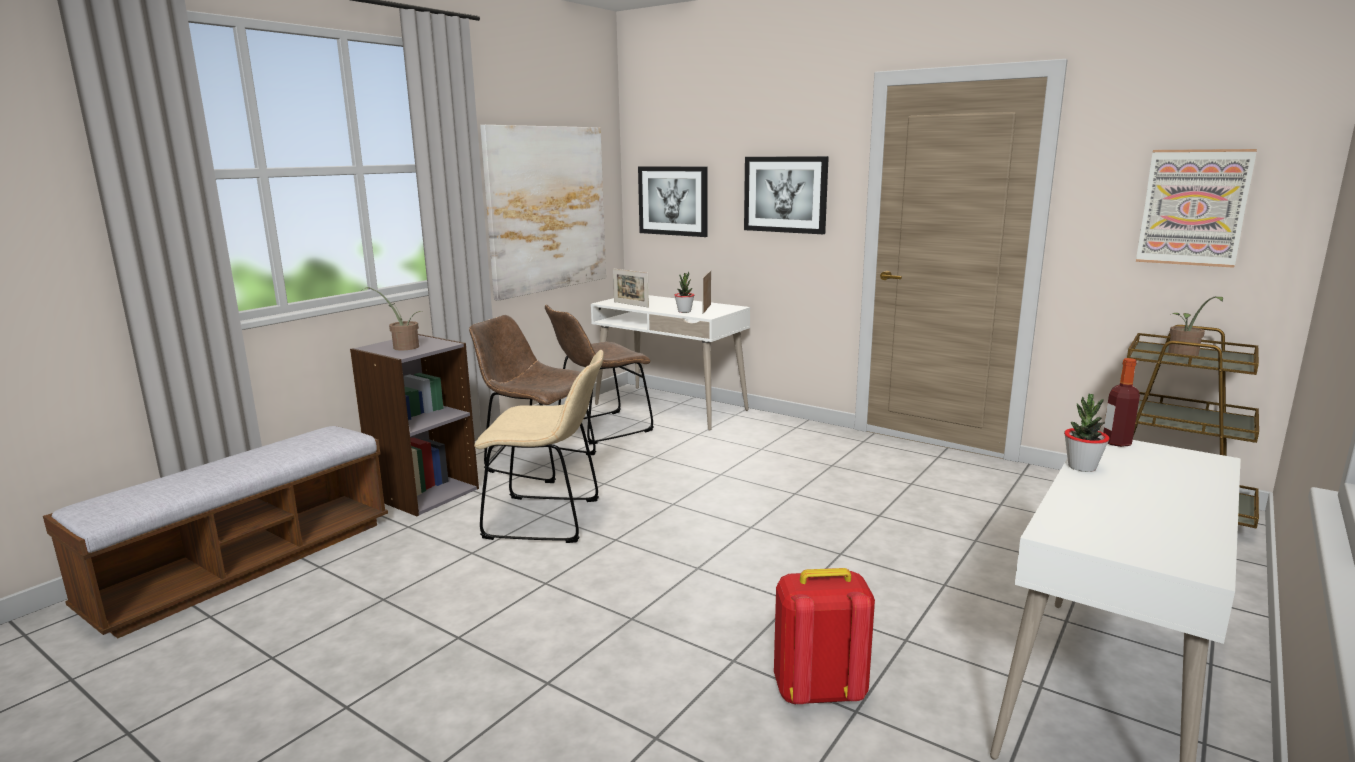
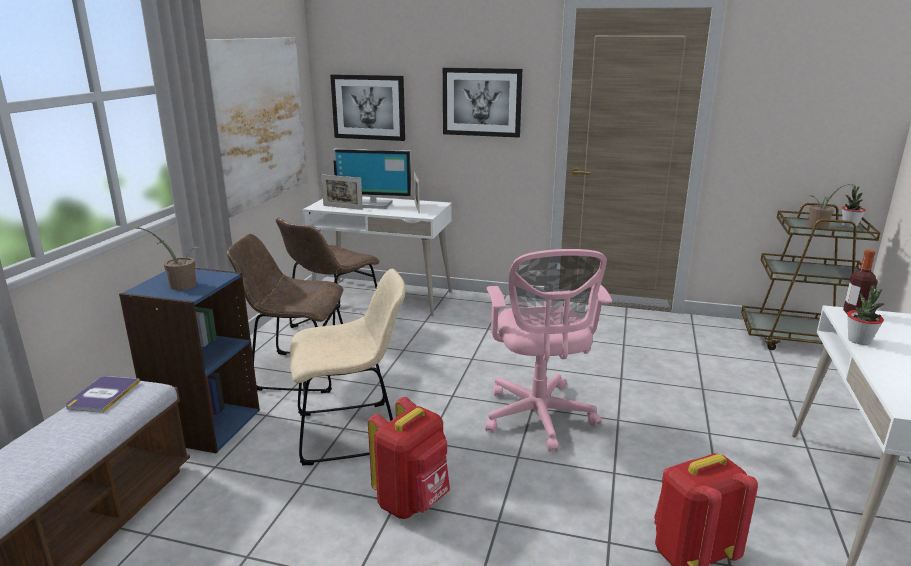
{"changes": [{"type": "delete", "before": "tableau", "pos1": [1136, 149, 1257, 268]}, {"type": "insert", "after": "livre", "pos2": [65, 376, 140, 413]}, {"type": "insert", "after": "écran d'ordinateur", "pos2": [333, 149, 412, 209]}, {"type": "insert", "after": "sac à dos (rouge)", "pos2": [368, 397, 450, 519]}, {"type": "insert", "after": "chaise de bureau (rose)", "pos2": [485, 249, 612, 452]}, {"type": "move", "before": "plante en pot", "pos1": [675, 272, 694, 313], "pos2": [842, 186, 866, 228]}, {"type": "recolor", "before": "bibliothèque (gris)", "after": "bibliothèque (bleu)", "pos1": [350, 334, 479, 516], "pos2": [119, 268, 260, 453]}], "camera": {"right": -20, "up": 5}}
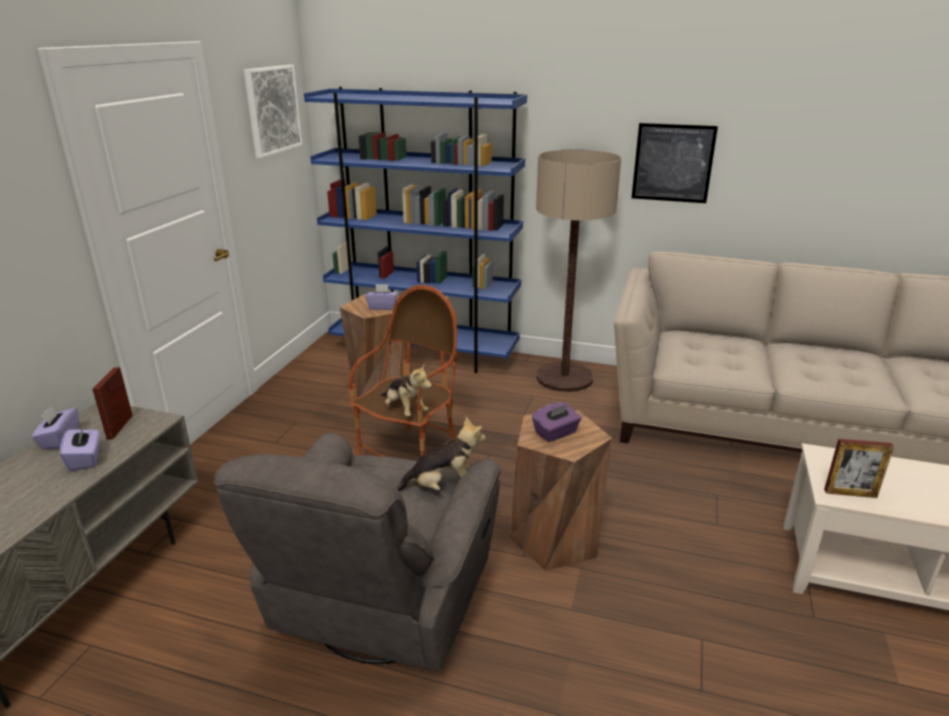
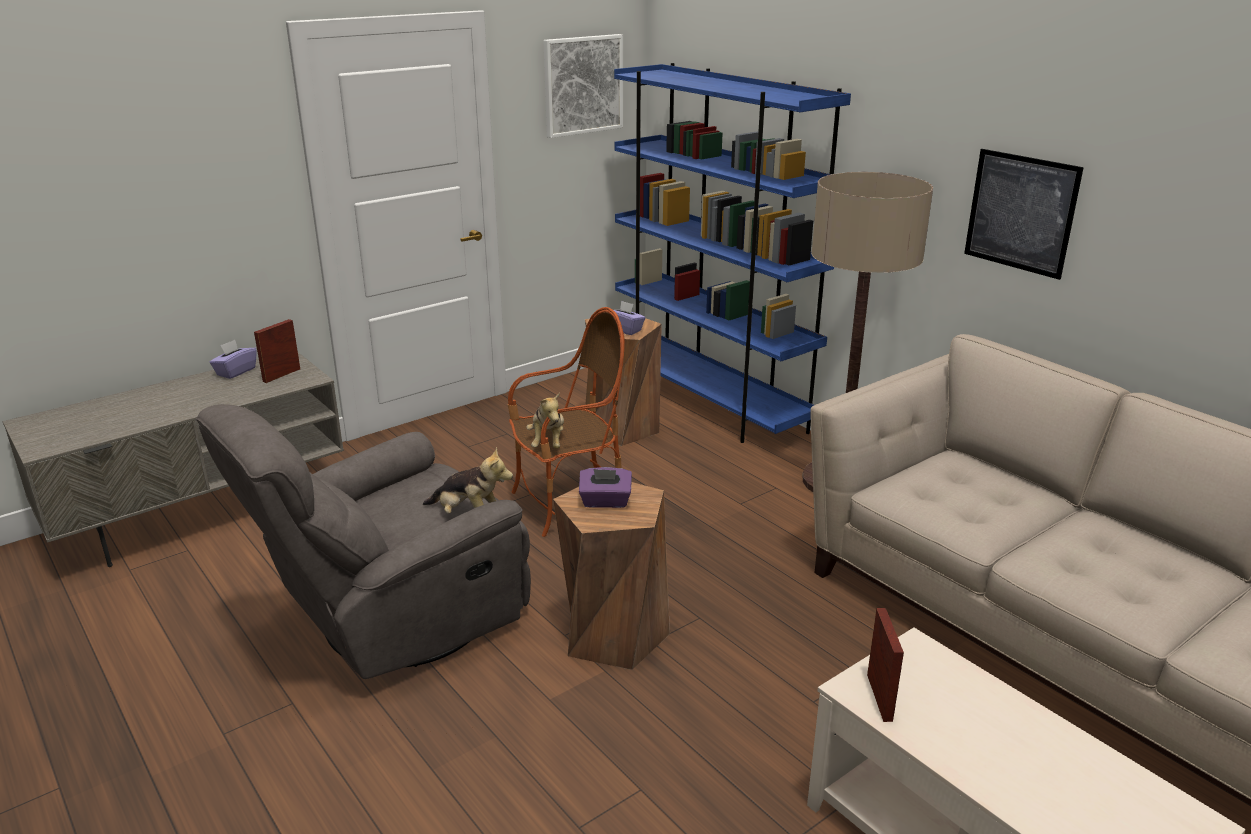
{"changes": [{"type": "delete", "before": "boîte à mouchoirs (violet)", "pos1": [60, 425, 100, 471]}, {"type": "rotate", "before": "cadre photo", "pos1": [824, 439, 894, 498], "pos2": [867, 608, 904, 722], "turn": -135}], "camera": {"right": 35, "up": 0}}
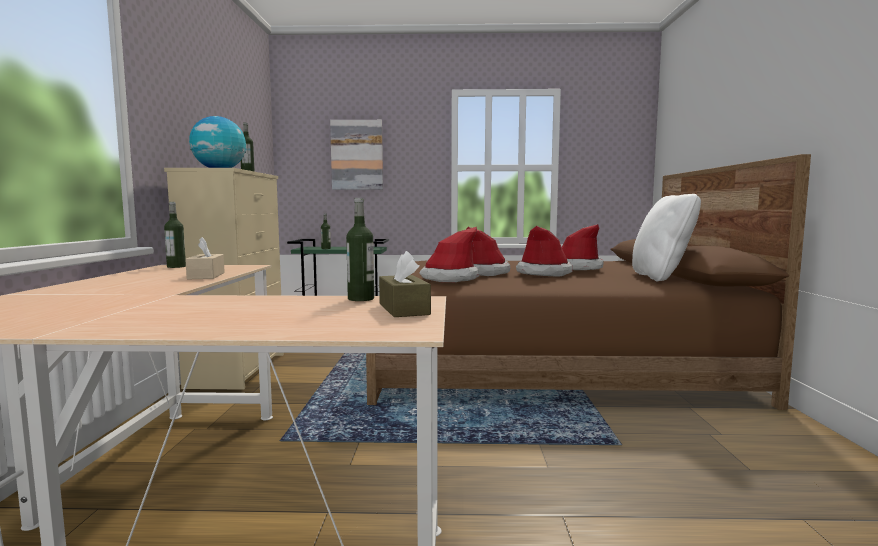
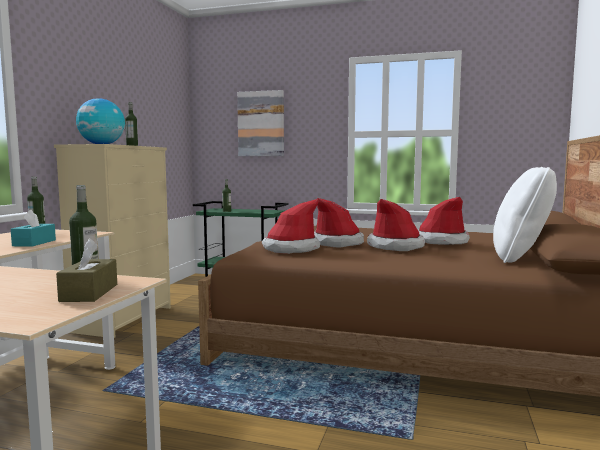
{"changes": [{"type": "recolor", "before": "boîte à mouchoirs (beige)", "after": "boîte à mouchoirs (turquoise)", "pos1": [185, 237, 225, 279], "pos2": [11, 210, 56, 247]}], "camera": {"right": 15, "up": 0}}
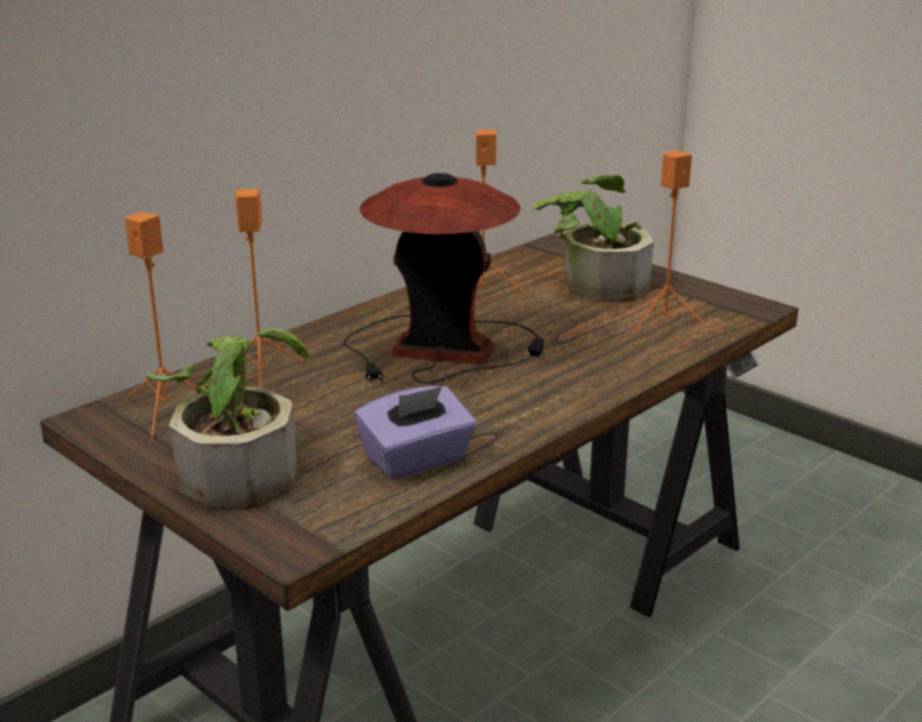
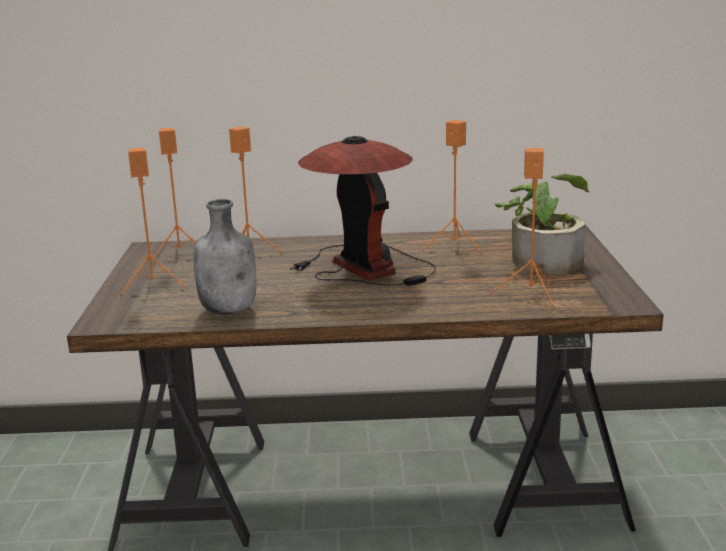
{"changes": [{"type": "replace", "before": "plante en pot", "after": "enceinte (orange)", "pos1": [145, 328, 311, 509], "pos2": [119, 148, 188, 297]}, {"type": "replace", "before": "boîte à mouchoirs (violet)", "after": "bouteille (gris)", "pos1": [354, 386, 477, 480], "pos2": [193, 199, 256, 314]}], "camera": {"right": 45, "up": -5}}
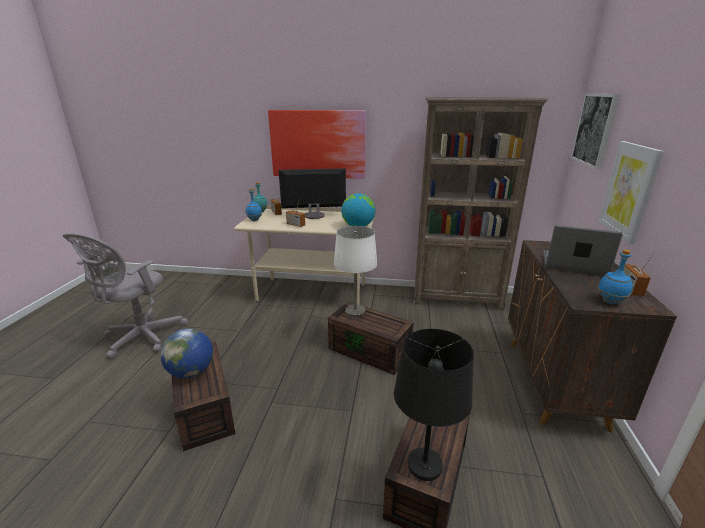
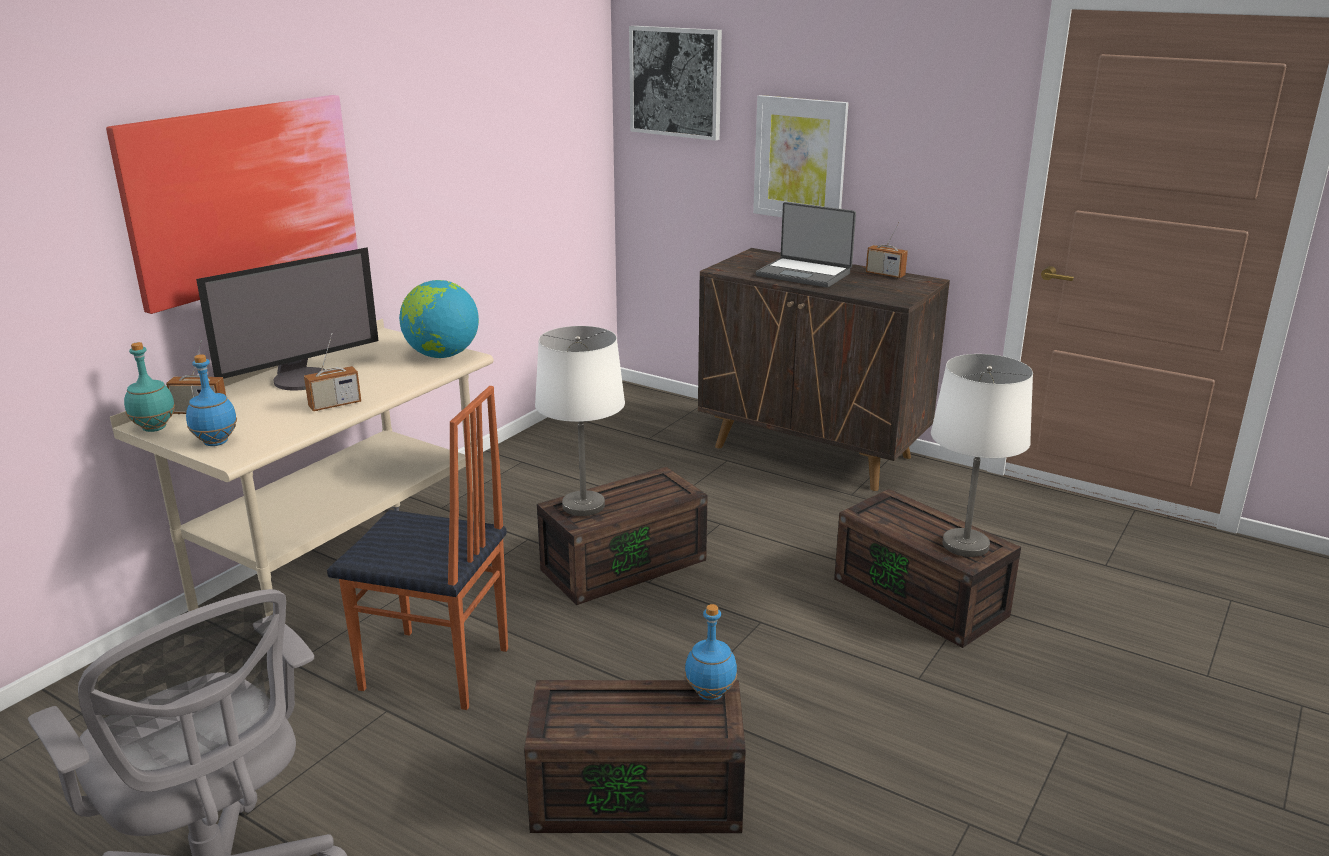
{"changes": [{"type": "delete", "before": "globe", "pos1": [160, 328, 213, 378]}, {"type": "delete", "before": "bibliothèque (marron)", "pos1": [415, 97, 548, 311]}, {"type": "insert", "after": "chaise", "pos2": [327, 386, 508, 710]}, {"type": "move", "before": "bouteille (bleu)", "pos1": [598, 249, 633, 304], "pos2": [685, 604, 737, 701]}, {"type": "recolor", "before": "lampe de table (noir)", "after": "lampe de table (blanc)", "pos1": [394, 329, 474, 481], "pos2": [931, 354, 1033, 557]}, {"type": "rotate", "before": "écran d'ordinateur", "pos1": [278, 168, 346, 219], "pos2": [196, 247, 379, 391], "turn": -150}, {"type": "rotate", "before": "ordinateur portable", "pos1": [543, 225, 623, 276], "pos2": [756, 202, 856, 287], "turn": -105}], "camera": {"right": -65, "up": 0}}
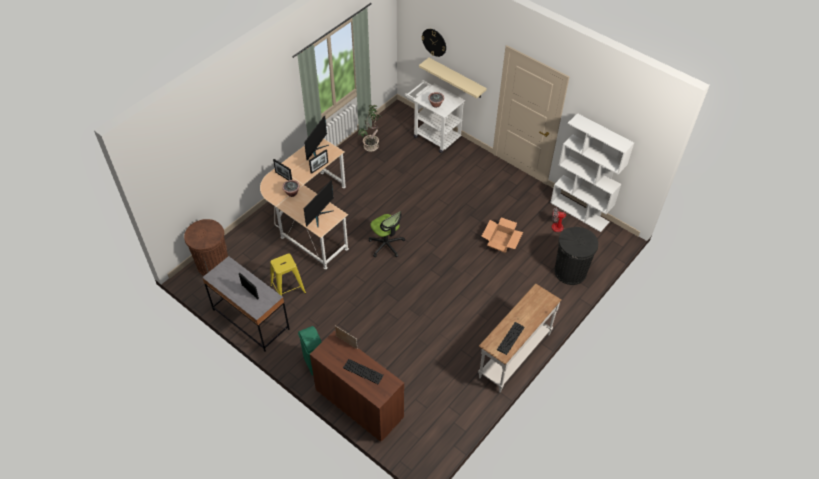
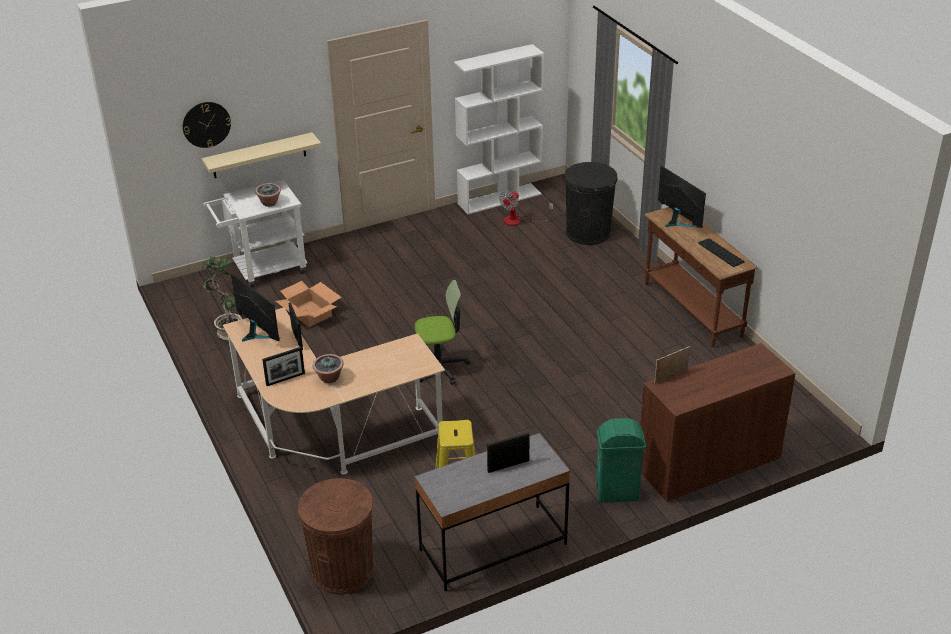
{"changes": [{"type": "delete", "before": "clavier", "pos1": [343, 359, 384, 384]}, {"type": "move", "before": "écran d'ordinateur", "pos1": [304, 180, 334, 228], "pos2": [658, 166, 706, 228]}, {"type": "move", "before": "carton", "pos1": [482, 217, 523, 253], "pos2": [276, 281, 341, 327]}, {"type": "recolor", "before": "table console (blanc)", "after": "table console (marron)", "pos1": [478, 283, 561, 393], "pos2": [644, 207, 758, 348]}], "camera": {"right": -65, "up": -15}}
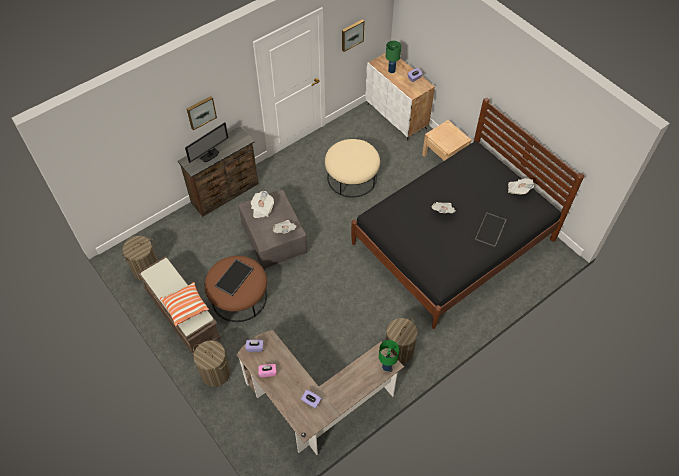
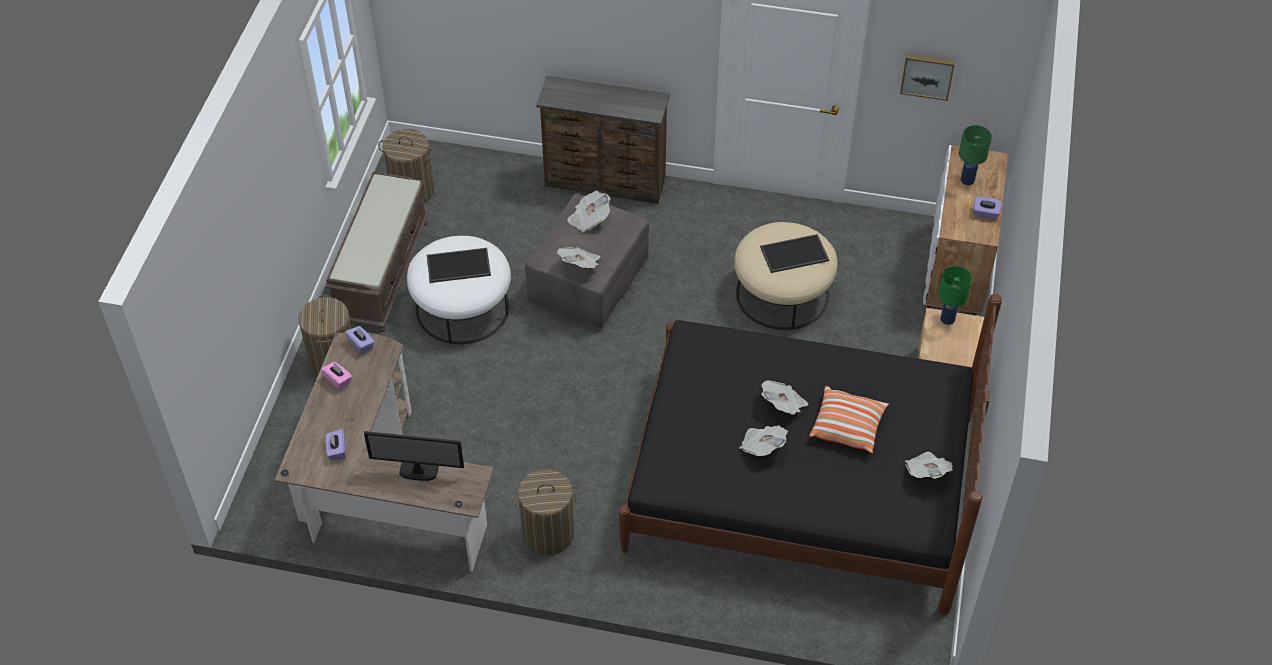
{"changes": [{"type": "delete", "before": "tableau", "pos1": [187, 96, 217, 130]}, {"type": "insert", "after": "journal", "pos2": [739, 425, 788, 456]}, {"type": "move", "before": "coussin", "pos1": [160, 282, 209, 326], "pos2": [809, 386, 889, 453]}, {"type": "move", "before": "écran d'ordinateur", "pos1": [185, 122, 228, 163], "pos2": [364, 431, 464, 481]}, {"type": "move", "before": "lampe de table (vert)", "pos1": [379, 340, 399, 371], "pos2": [938, 266, 972, 325]}, {"type": "move", "before": "plateau", "pos1": [475, 212, 507, 247], "pos2": [760, 234, 829, 273]}, {"type": "recolor", "before": "pouf (marron)", "after": "pouf (blanc)", "pos1": [205, 256, 267, 322], "pos2": [407, 236, 511, 344]}], "camera": {"right": 50, "up": -5}}
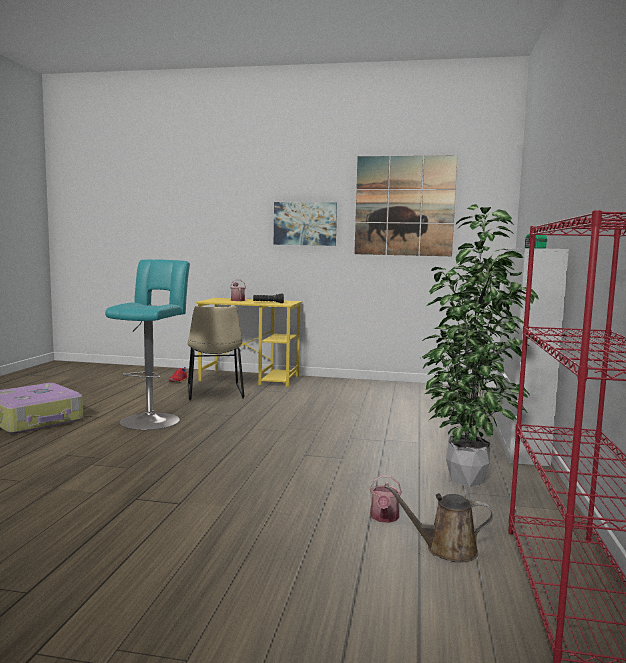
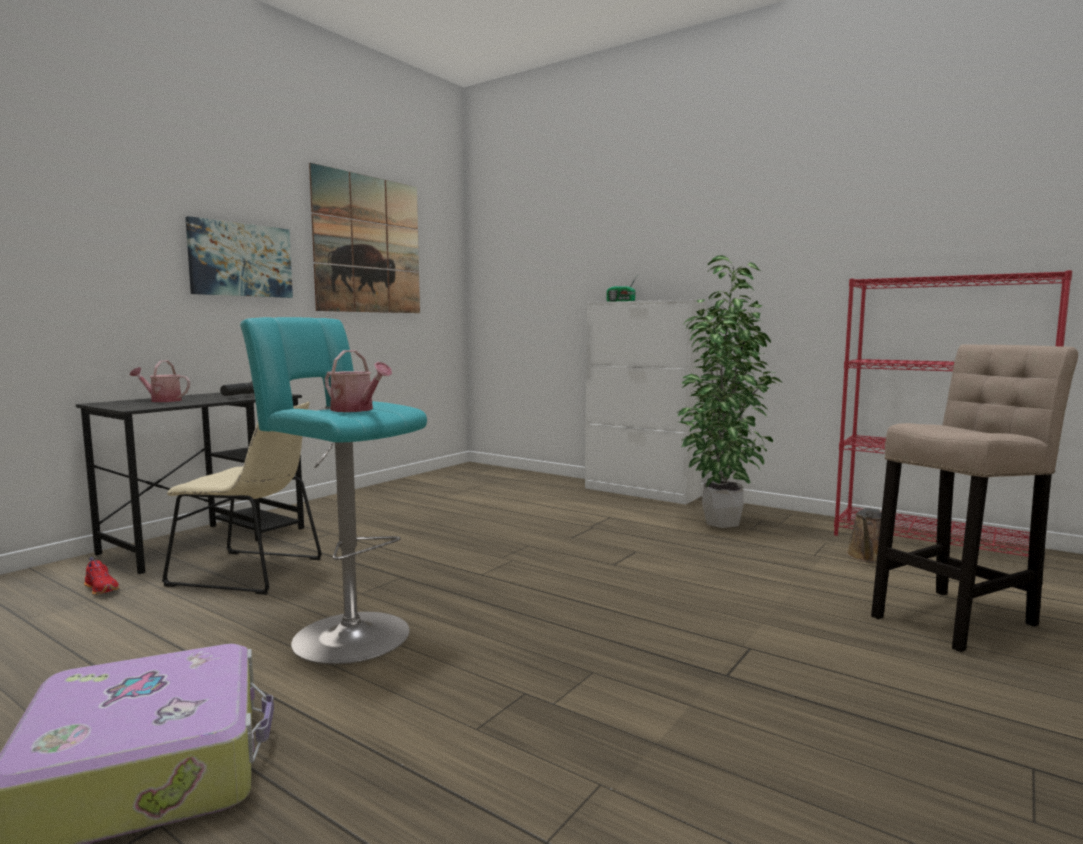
{"changes": [{"type": "insert", "after": "tabouret (beige)", "pos2": [871, 344, 1078, 652]}, {"type": "move", "before": "arrosoir", "pos1": [370, 475, 402, 523], "pos2": [324, 350, 392, 412]}, {"type": "recolor", "before": "bureau (jaune)", "after": "bureau (noir)", "pos1": [196, 298, 302, 387], "pos2": [76, 392, 304, 574]}], "camera": {"right": -65, "up": 0}}
